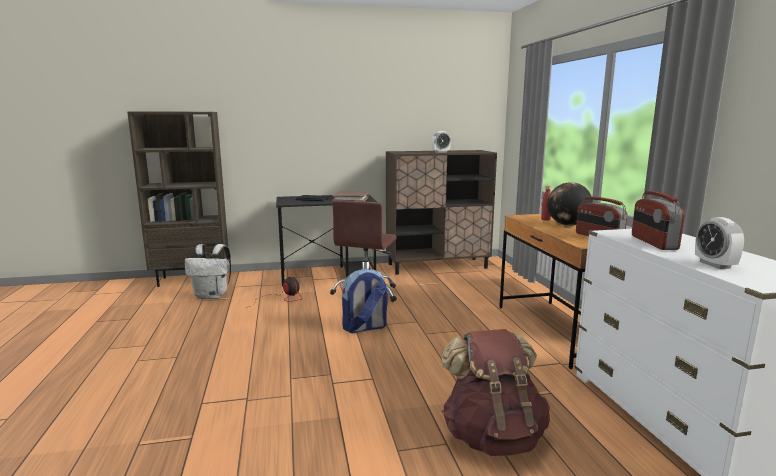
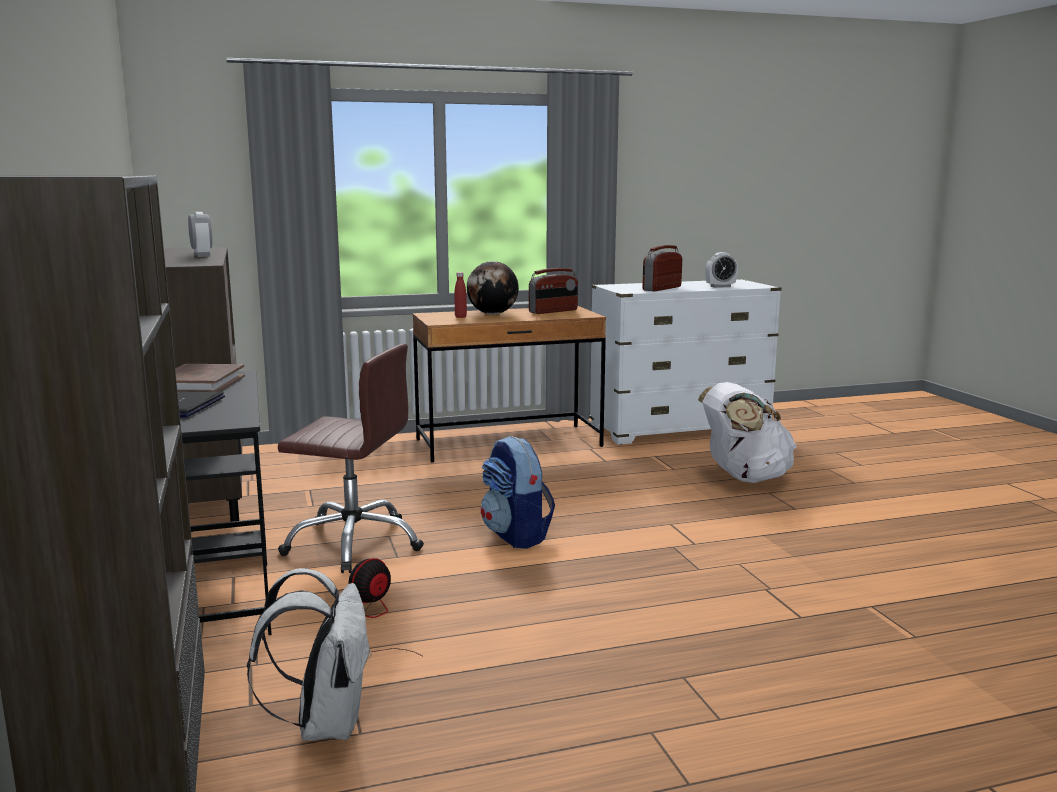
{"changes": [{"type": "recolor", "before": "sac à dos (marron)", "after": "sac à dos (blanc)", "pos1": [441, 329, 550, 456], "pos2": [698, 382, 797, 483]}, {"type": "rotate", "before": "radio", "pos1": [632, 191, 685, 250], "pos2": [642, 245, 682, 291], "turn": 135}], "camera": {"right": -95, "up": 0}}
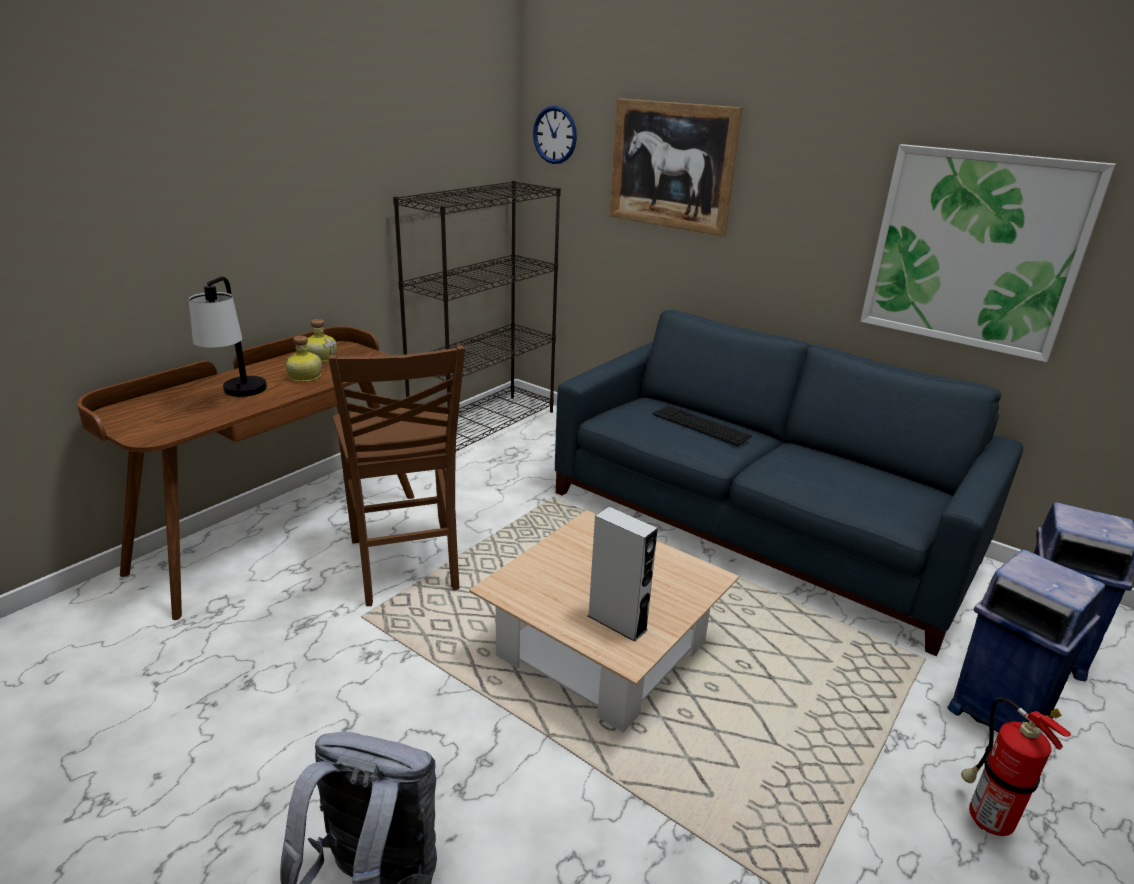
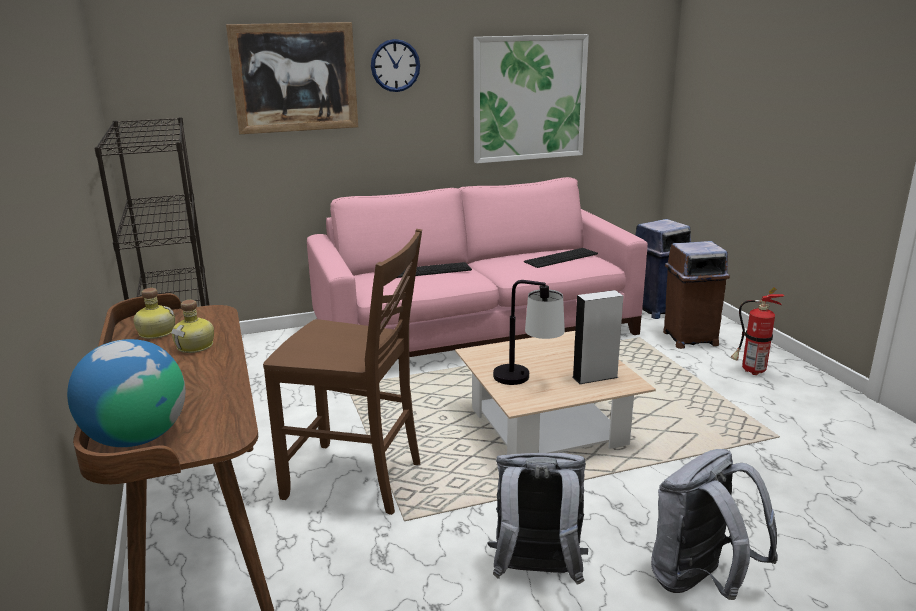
{"changes": [{"type": "insert", "after": "globe", "pos2": [67, 339, 185, 447]}, {"type": "insert", "after": "sac à dos (gris)", "pos2": [487, 453, 588, 585]}, {"type": "insert", "after": "clavier", "pos2": [524, 248, 598, 268]}, {"type": "move", "before": "lampe de table", "pos1": [189, 277, 267, 397], "pos2": [493, 280, 565, 385]}, {"type": "move", "before": "horloge murale", "pos1": [533, 106, 577, 164], "pos2": [371, 39, 420, 92]}, {"type": "recolor", "before": "canapé (bleu)", "after": "canapé (rose)", "pos1": [555, 310, 1023, 656], "pos2": [307, 177, 648, 359]}, {"type": "recolor", "before": "poubelle (bleu)", "after": "poubelle (marron)", "pos1": [948, 549, 1105, 733], "pos2": [663, 241, 730, 349]}], "camera": {"right": -55, "up": -5}}
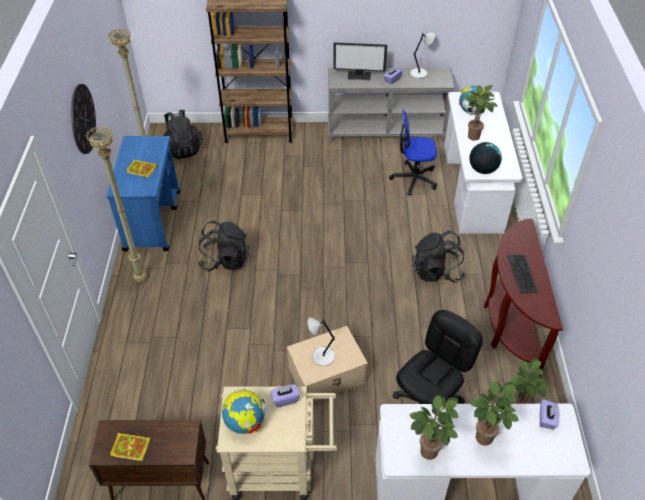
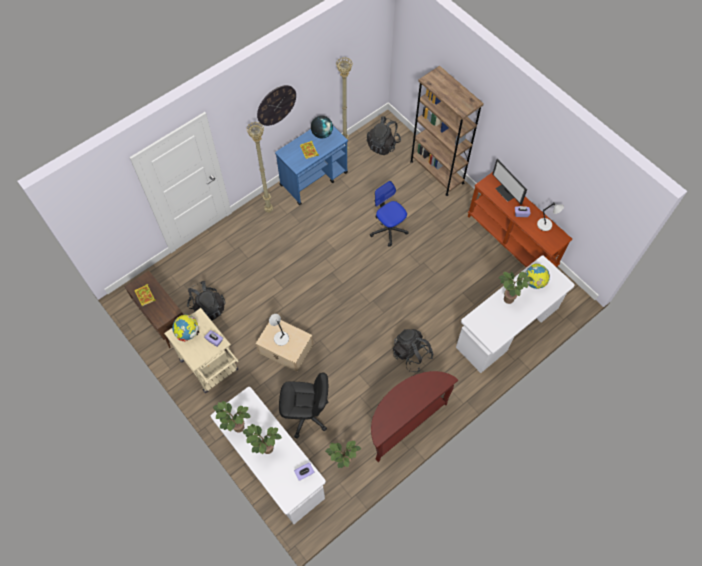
{"changes": [{"type": "delete", "before": "clavier", "pos1": [507, 254, 539, 294]}, {"type": "move", "before": "sac à dos (noir)", "pos1": [198, 220, 249, 271], "pos2": [187, 281, 226, 321]}, {"type": "move", "before": "chaise de bureau", "pos1": [389, 110, 437, 196], "pos2": [370, 181, 408, 247]}, {"type": "move", "before": "globe", "pos1": [469, 142, 502, 174], "pos2": [311, 116, 333, 139]}, {"type": "recolor", "before": "table console (gris)", "after": "table console (marron)", "pos1": [328, 68, 455, 143], "pos2": [468, 172, 572, 268]}], "camera": {"right": 50, "up": 15}}
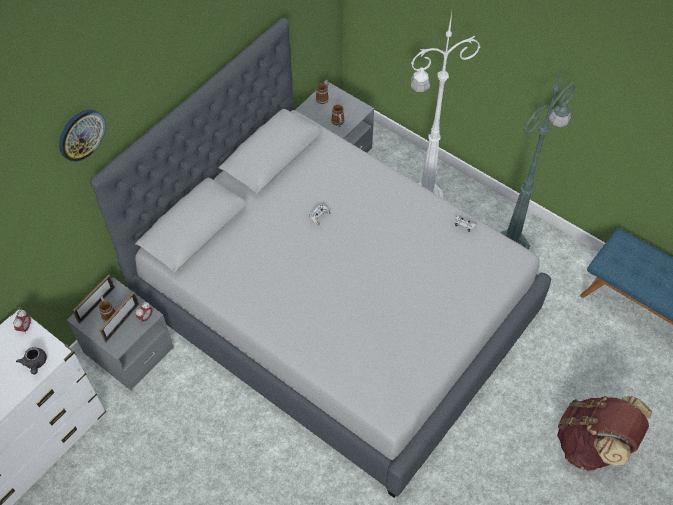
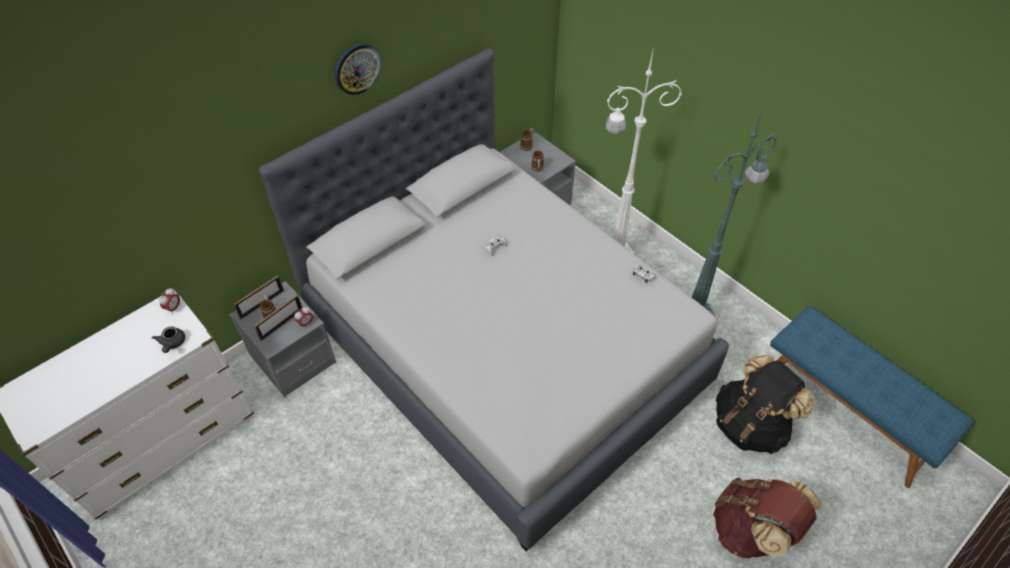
{"changes": [{"type": "insert", "after": "sac à dos (noir)", "pos2": [716, 355, 815, 454]}, {"type": "move", "before": "horloge murale", "pos1": [59, 109, 106, 162], "pos2": [335, 43, 382, 95]}], "camera": {"right": 10, "up": -5}}
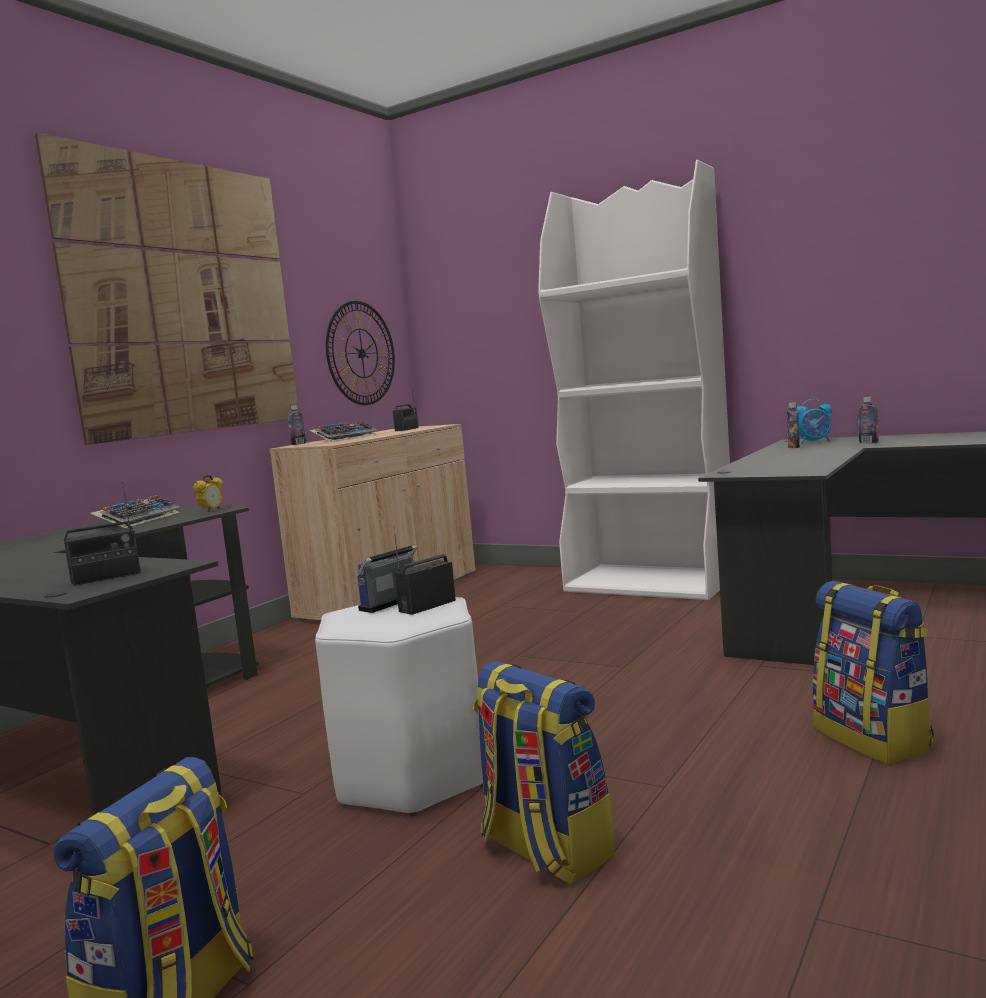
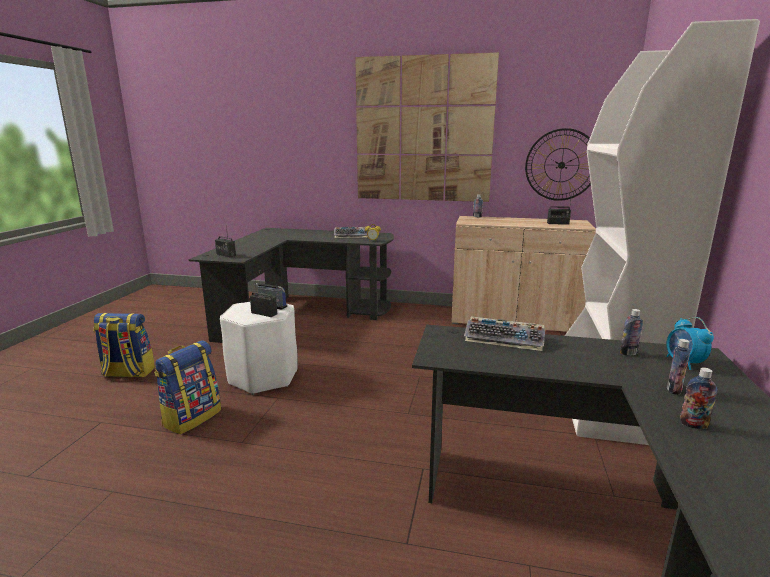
{"changes": [{"type": "delete", "before": "sac à dos", "pos1": [812, 581, 934, 764]}, {"type": "insert", "after": "bouteille", "pos2": [680, 367, 718, 429]}, {"type": "move", "before": "clavier", "pos1": [310, 421, 376, 442], "pos2": [464, 316, 545, 351]}], "camera": {"right": 70, "up": 10}}
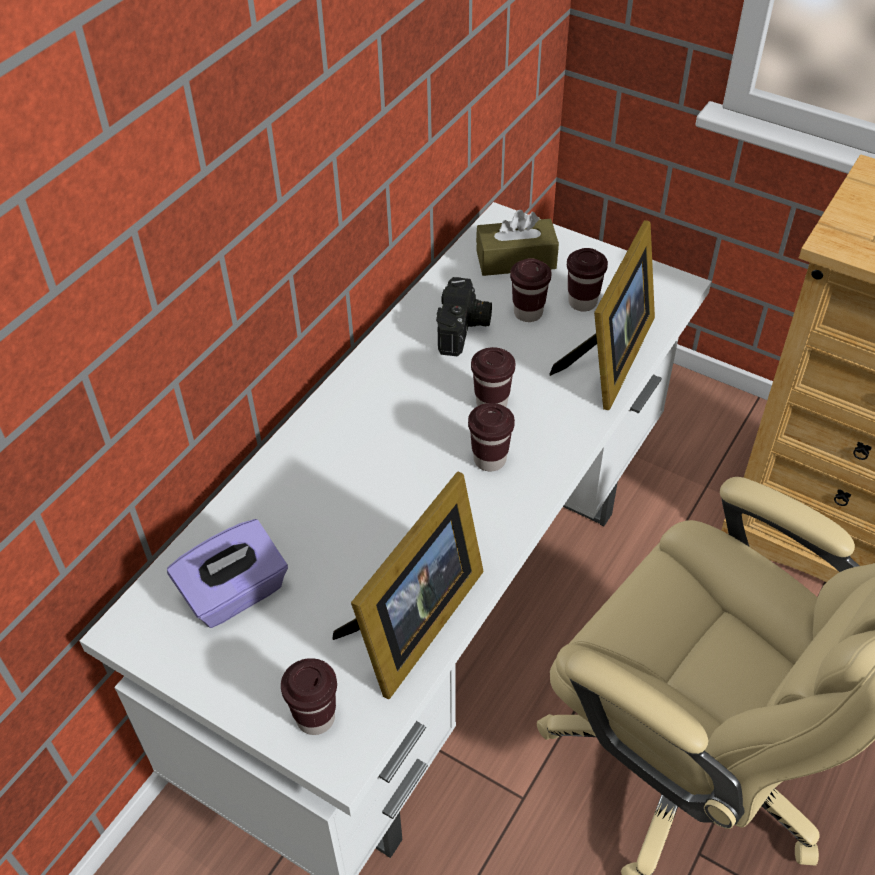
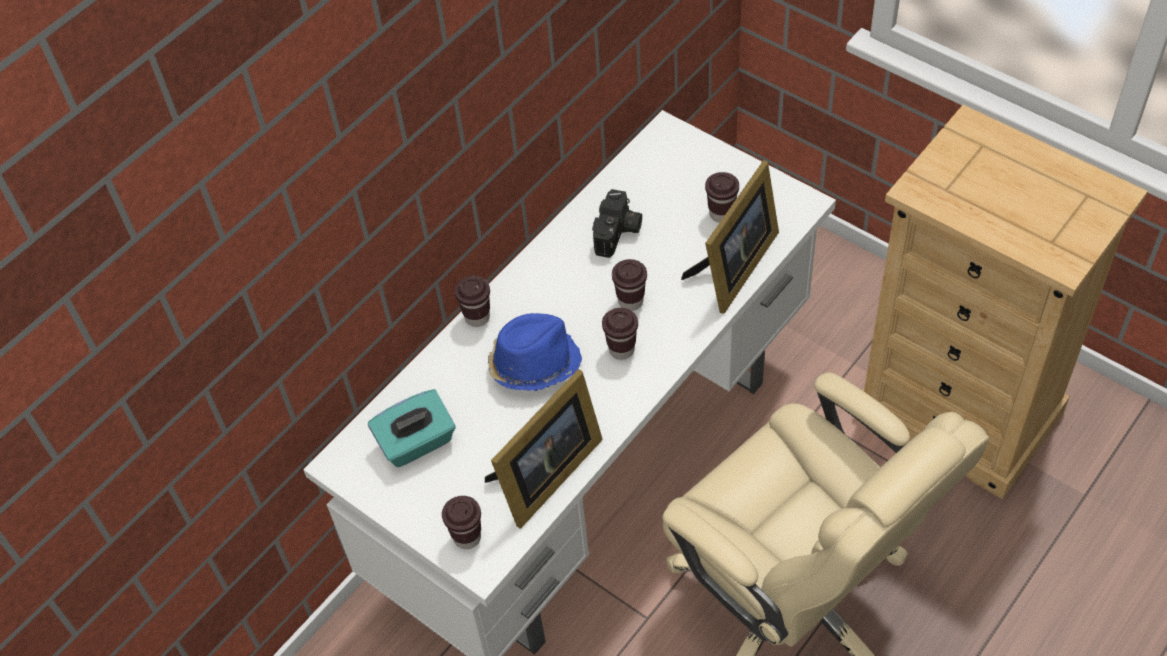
{"changes": [{"type": "delete", "before": "boîte à mouchoirs (marron)", "pos1": [476, 209, 559, 276]}, {"type": "insert", "after": "chapeau (bleu)", "pos2": [488, 313, 582, 391]}, {"type": "move", "before": "tasse (marron)", "pos1": [510, 258, 552, 322], "pos2": [455, 276, 490, 327]}, {"type": "recolor", "before": "boîte à mouchoirs (violet)", "after": "boîte à mouchoirs (turquoise)", "pos1": [167, 519, 288, 628], "pos2": [368, 389, 455, 467]}], "camera": {"right": 10, "up": 5}}
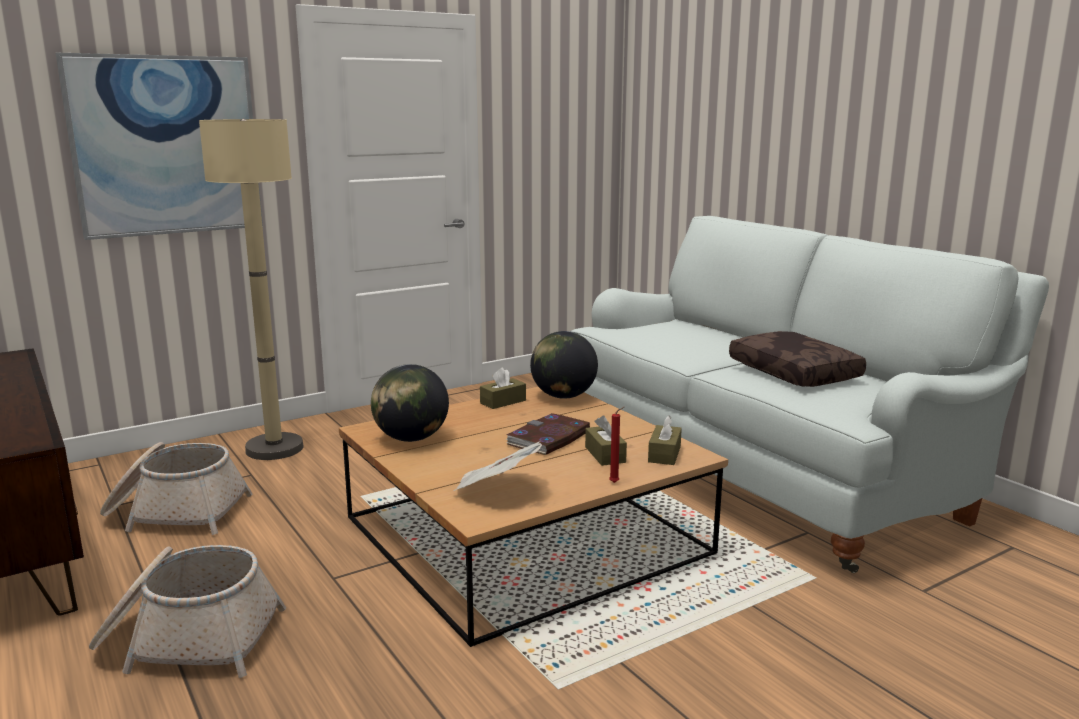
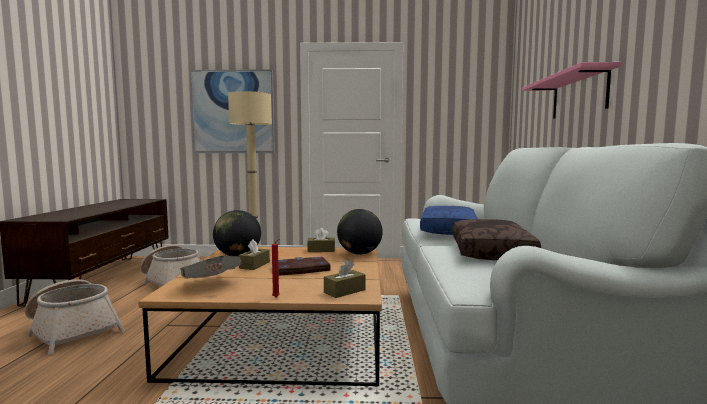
{"changes": [{"type": "insert", "after": "coussin (bleu)", "pos2": [420, 206, 478, 235]}, {"type": "insert", "after": "étagère (rose)", "pos2": [522, 62, 621, 119]}, {"type": "move", "before": "boîte à mouchoirs (marron)", "pos1": [585, 416, 627, 466], "pos2": [239, 240, 270, 270]}], "camera": {"right": 35, "up": -10}}
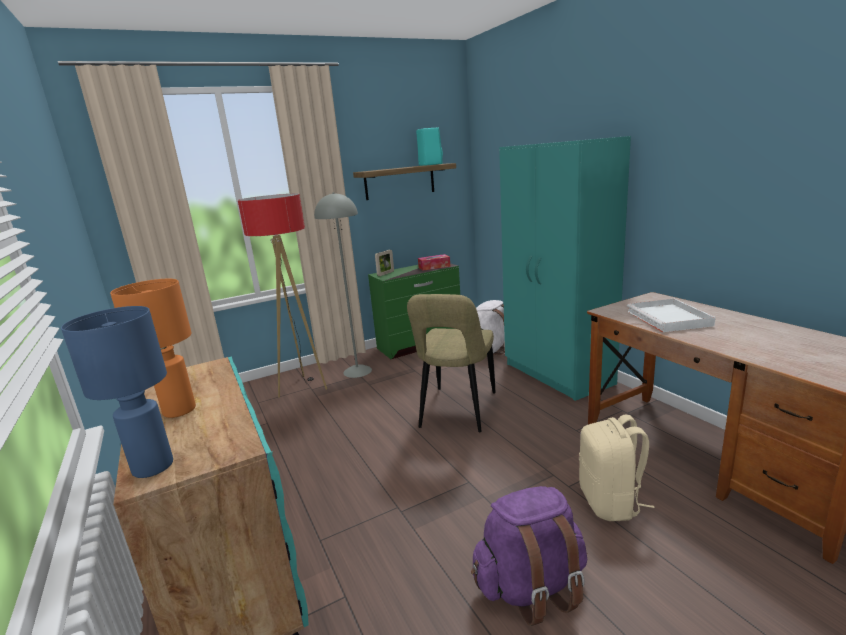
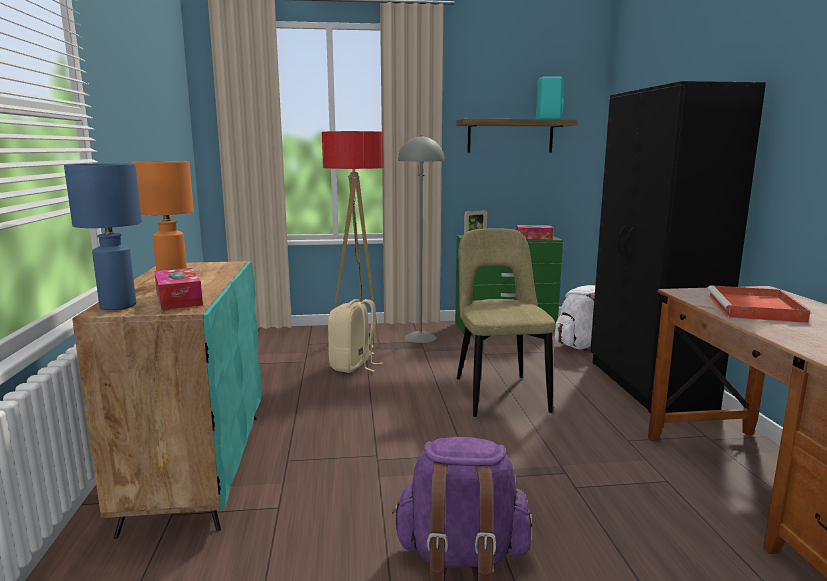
{"changes": [{"type": "insert", "after": "boîte à mouchoirs", "pos2": [154, 268, 203, 310]}, {"type": "move", "before": "sac à dos (beige)", "pos1": [579, 415, 654, 521], "pos2": [328, 299, 383, 373]}, {"type": "recolor", "before": "armoire (turquoise)", "after": "armoire (noir)", "pos1": [499, 136, 631, 401], "pos2": [590, 81, 766, 413]}, {"type": "recolor", "before": "plateau (blanc)", "after": "plateau (rouge)", "pos1": [627, 298, 716, 332], "pos2": [708, 285, 811, 323]}, {"type": "rotate", "before": "chaise (beige)", "pos1": [407, 294, 495, 432], "pos2": [457, 228, 556, 417], "turn": 135}], "camera": {"right": 20, "up": -5}}
